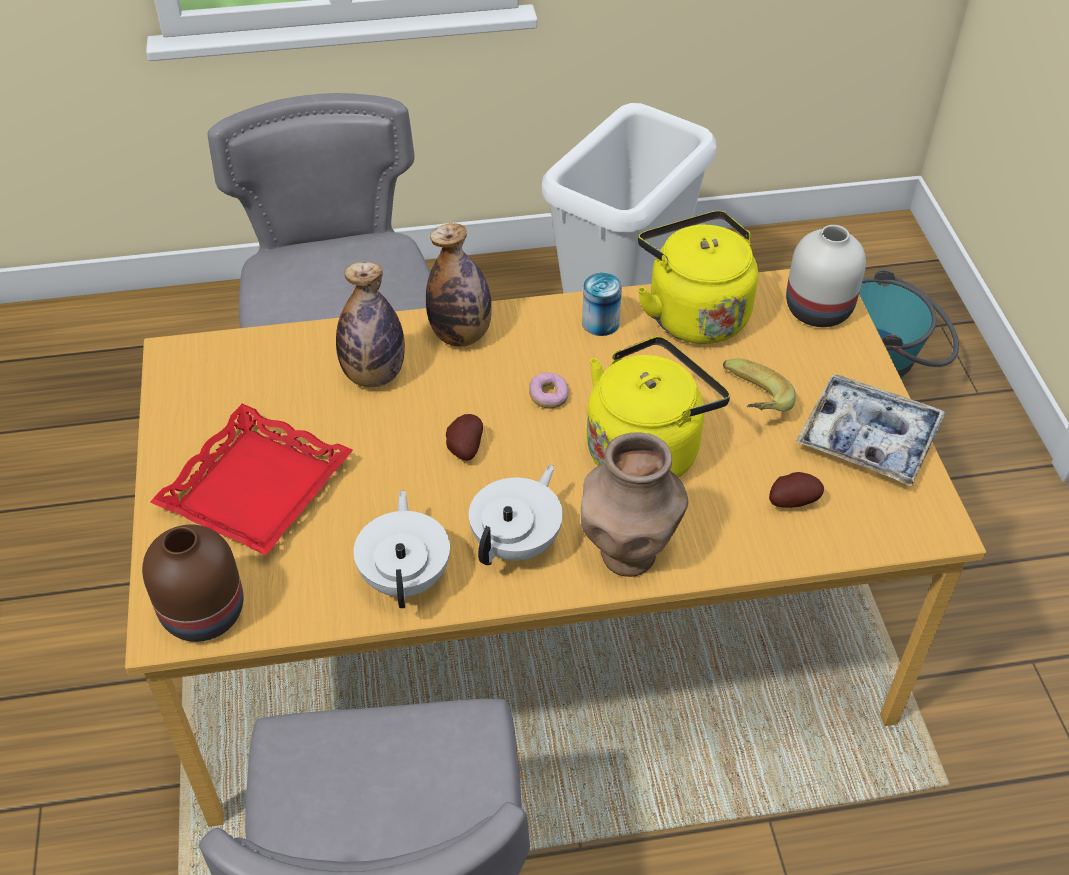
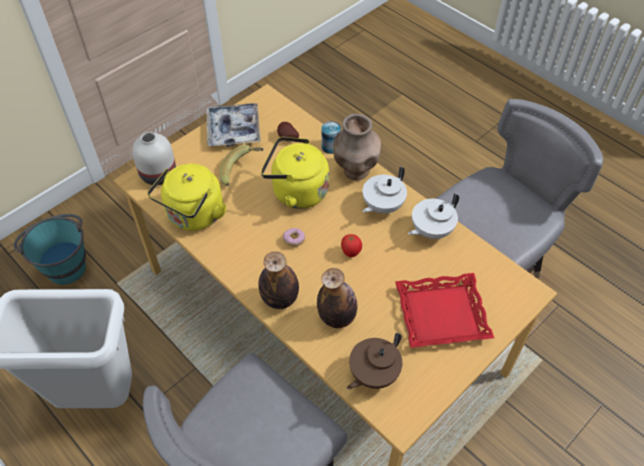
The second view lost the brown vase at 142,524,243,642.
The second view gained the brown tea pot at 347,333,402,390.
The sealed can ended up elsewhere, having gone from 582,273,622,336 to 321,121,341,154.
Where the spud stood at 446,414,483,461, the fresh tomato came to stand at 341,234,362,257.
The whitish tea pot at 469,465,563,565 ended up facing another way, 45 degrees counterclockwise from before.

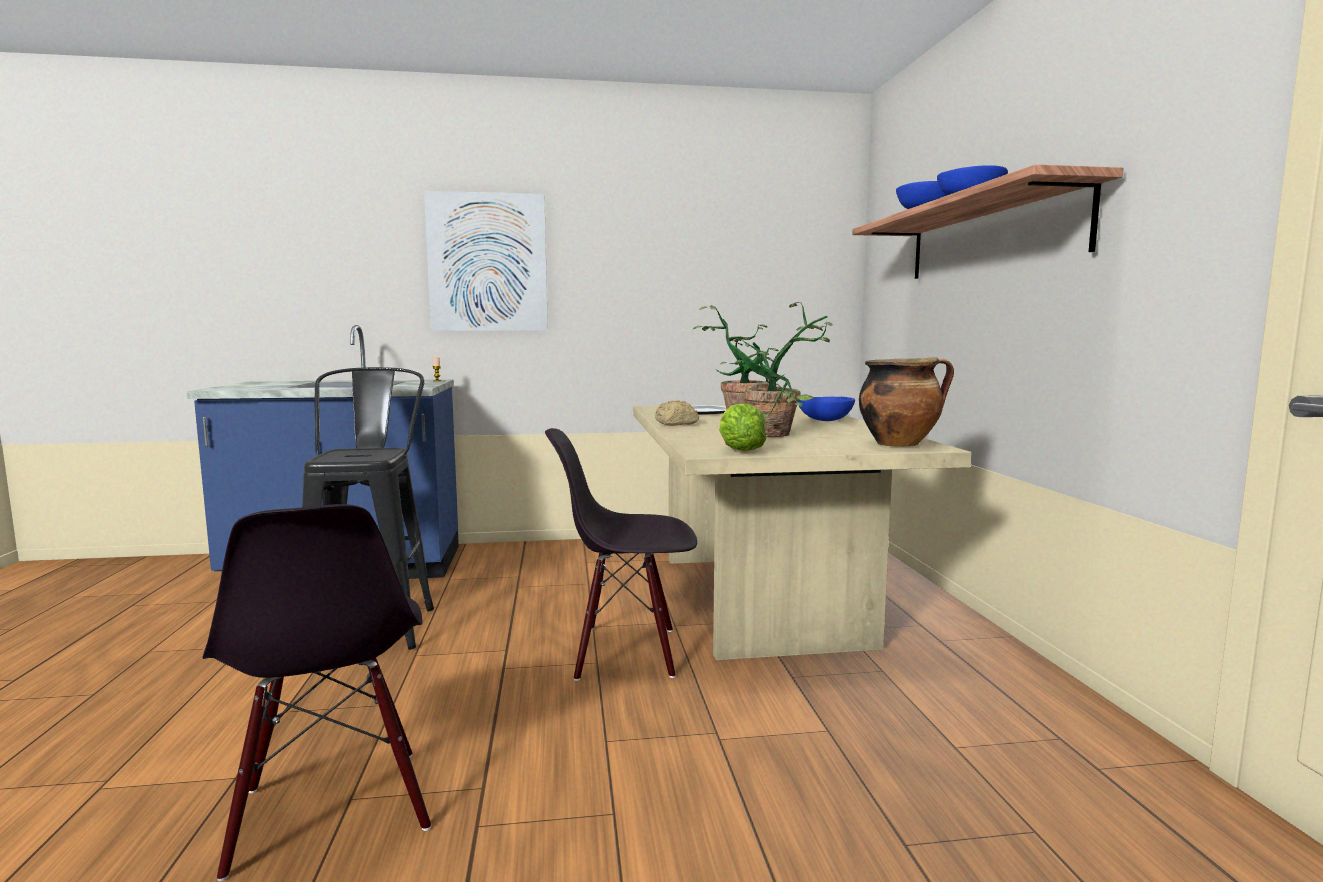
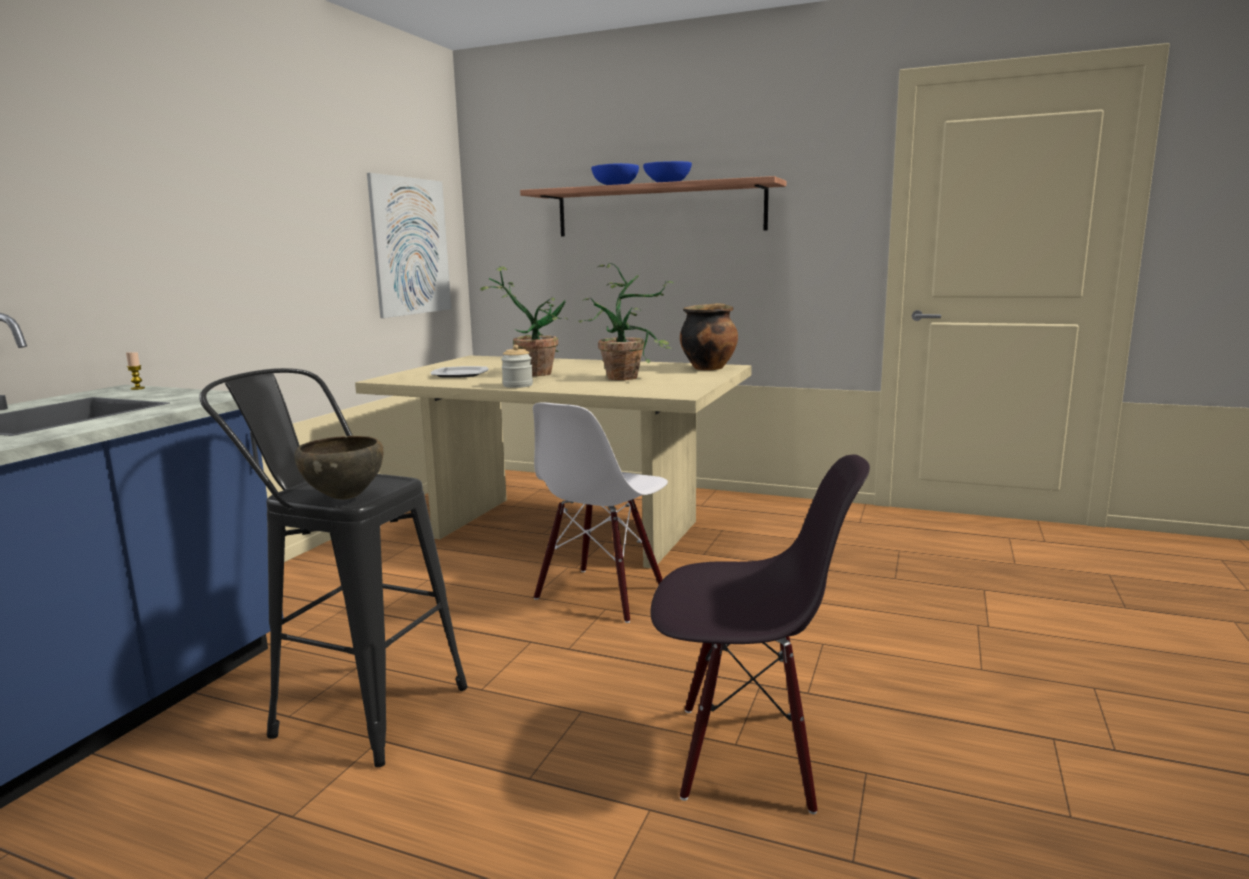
The second view lost the lettuce head at 719,403,767,451.
The second view lost the blue bowl at 798,397,855,421.
The second view gained the brown bowl at 294,436,383,499.
The wall art ended up elsewhere, having gone from 424,191,548,331 to 367,173,451,318.
Where the baked bread stood at 655,400,699,426, the preserve jar came to stand at 501,345,533,388.
What was the black chair at 545,428,697,681 turned into the whitish chair at 533,402,668,623.

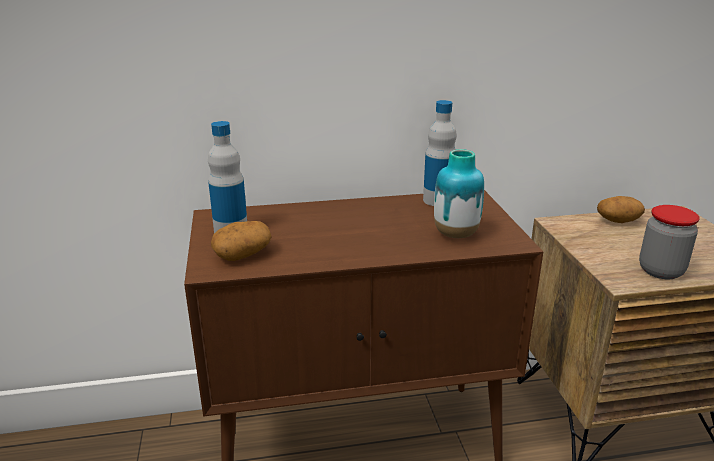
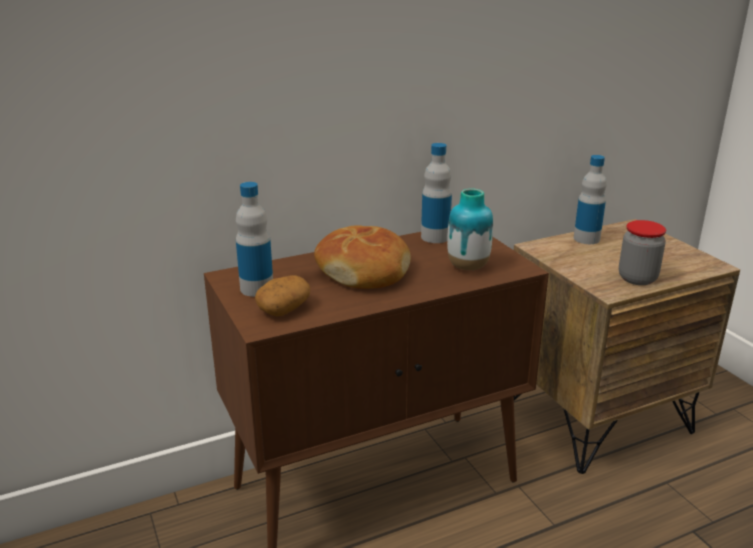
The second view gained the baked bread at 314,225,411,289.
Where the spud stood at 597,196,645,223, the drink bottle came to stand at 574,155,607,244.

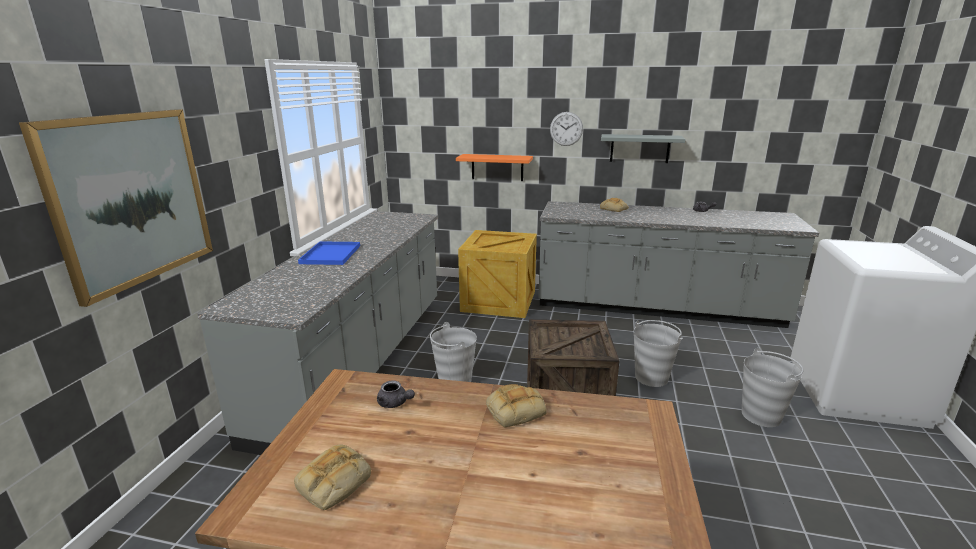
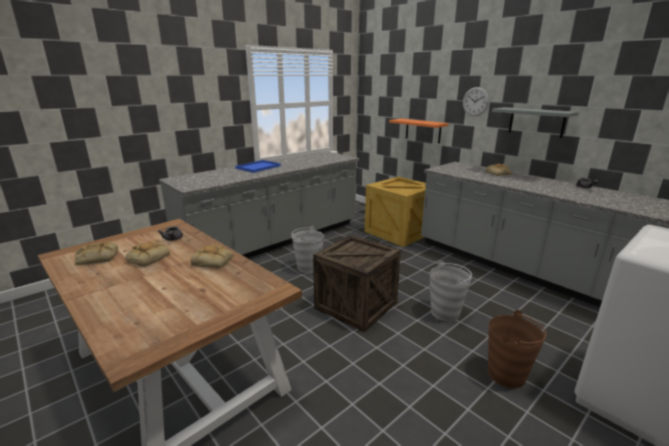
The second view lost the wall art at 19,109,213,307.
The second view gained the baked bread at 125,242,170,267.
What was the gray bucket at 742,348,803,427 turned into the brown bucket at 488,310,546,388.

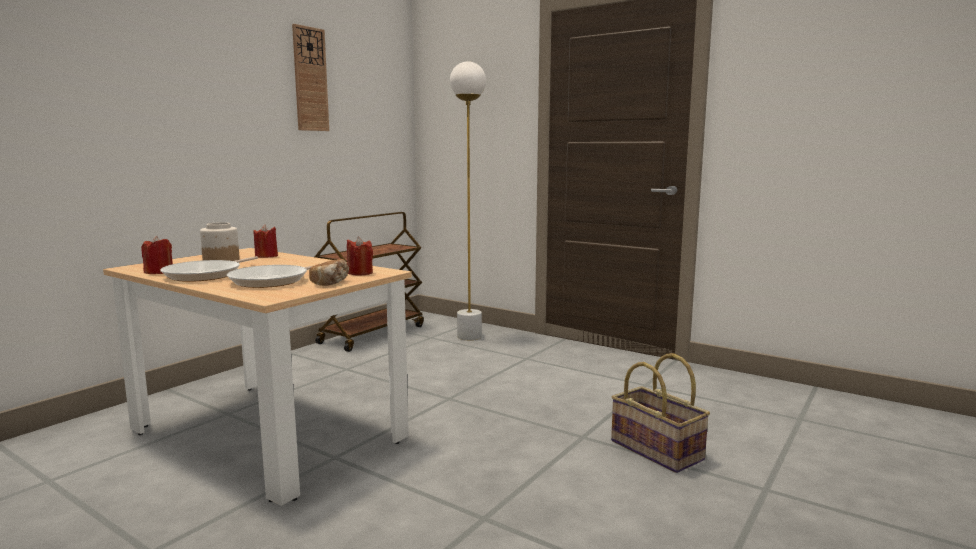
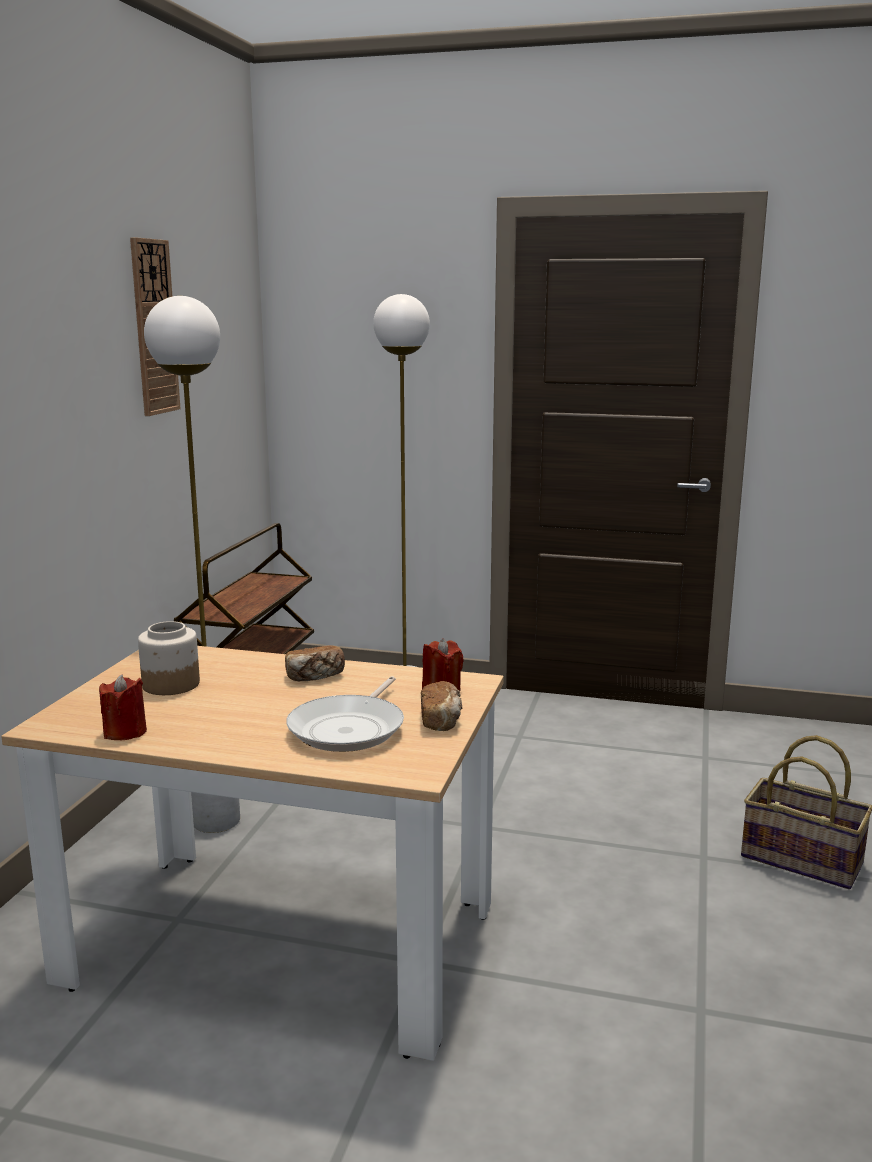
The second view lost the frying pan at 160,256,258,282.
The second view lost the reddish wax candle at 254,225,278,258.
The second view gained the whitish floor lamp at 144,296,240,833.
The second view gained the baked bread at 285,646,345,681.

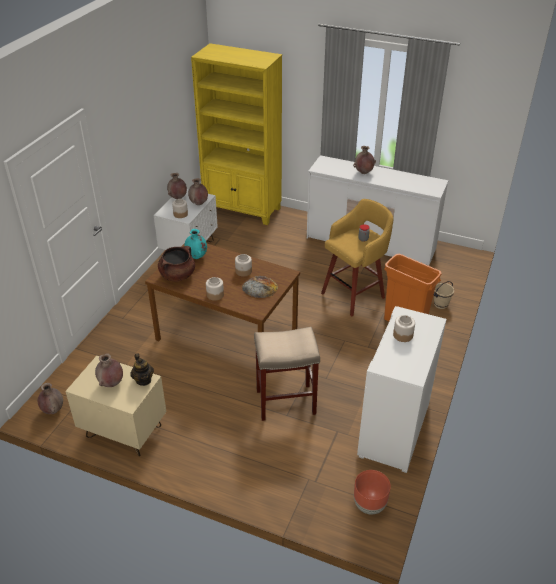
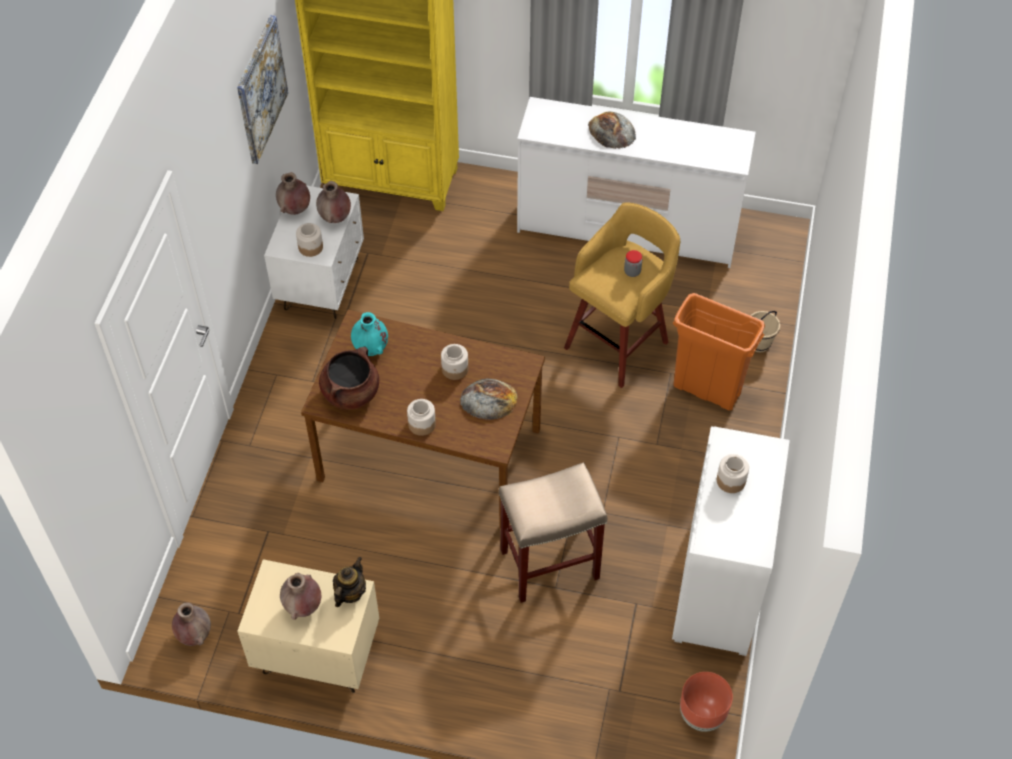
The second view gained the wall art at 237,15,288,164.
Where the brown vase stood at 353,146,376,174, the baked bread came to stand at 588,112,636,149.
The tea pot at 130,353,154,386 ended up facing another way, 120 degrees counterclockwise from before.

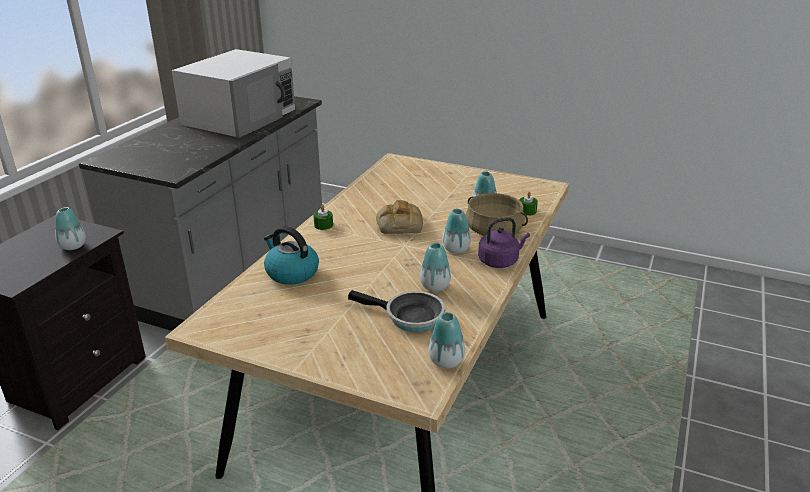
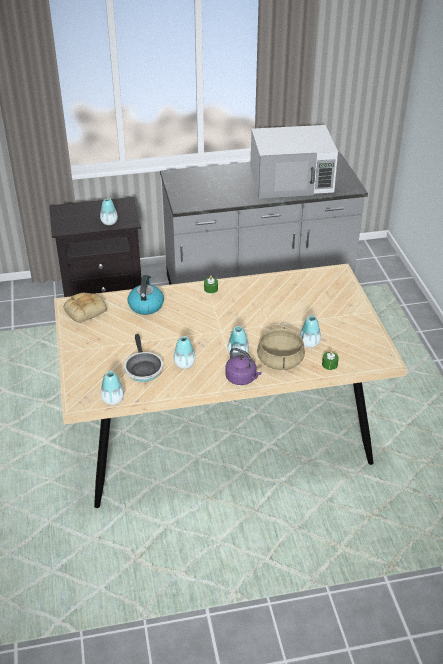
The baked bread ended up elsewhere, having gone from 376,200,423,234 to 64,292,107,323.

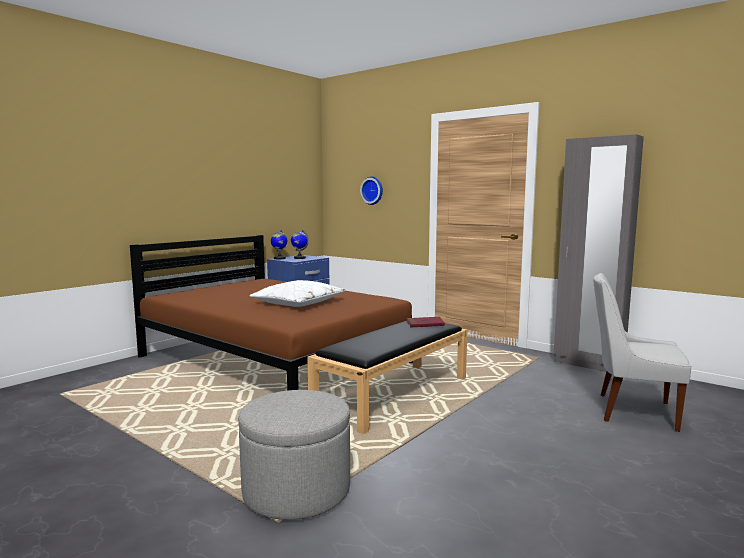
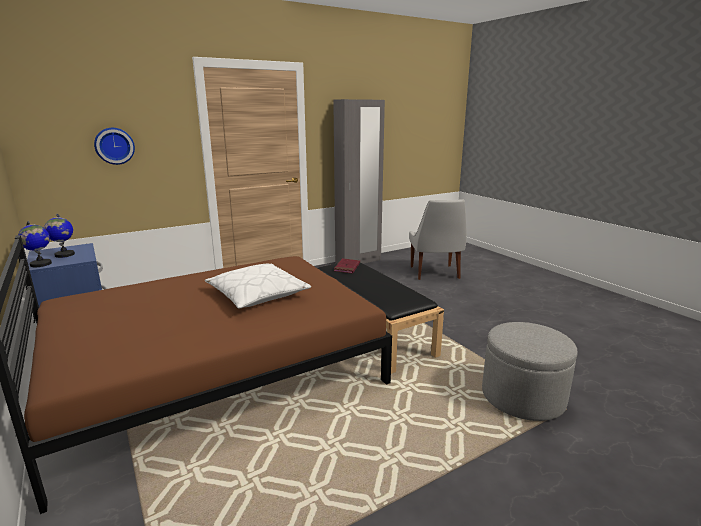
The whitish chair at 593,273,691,432 ended up facing another way, 45 degrees counterclockwise from before.

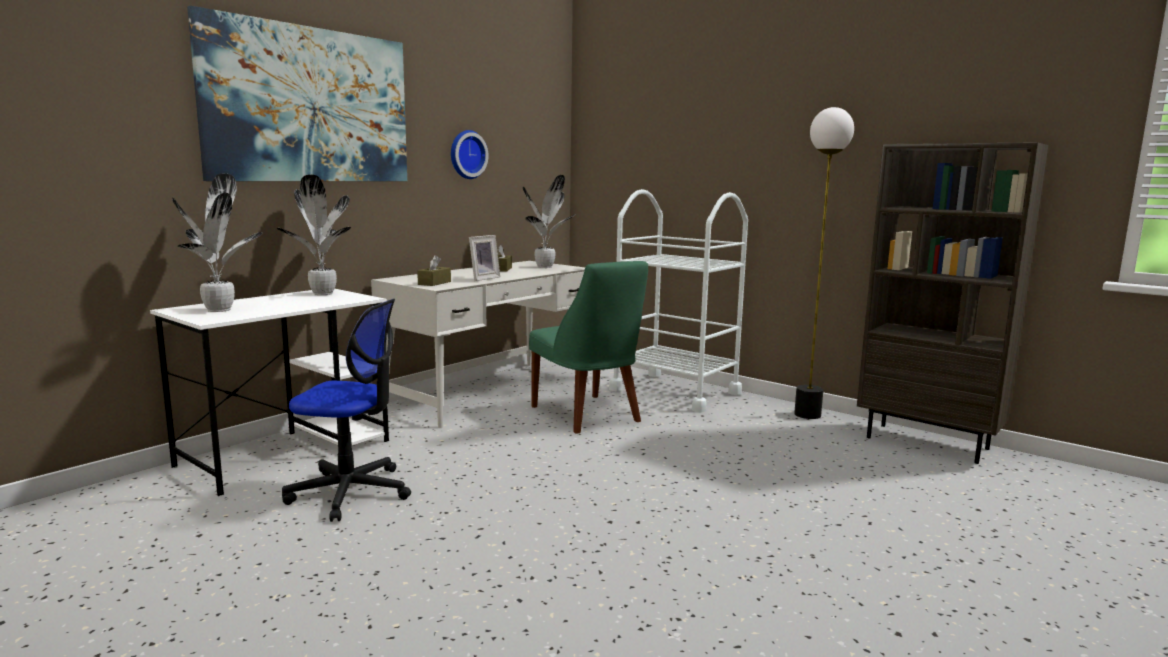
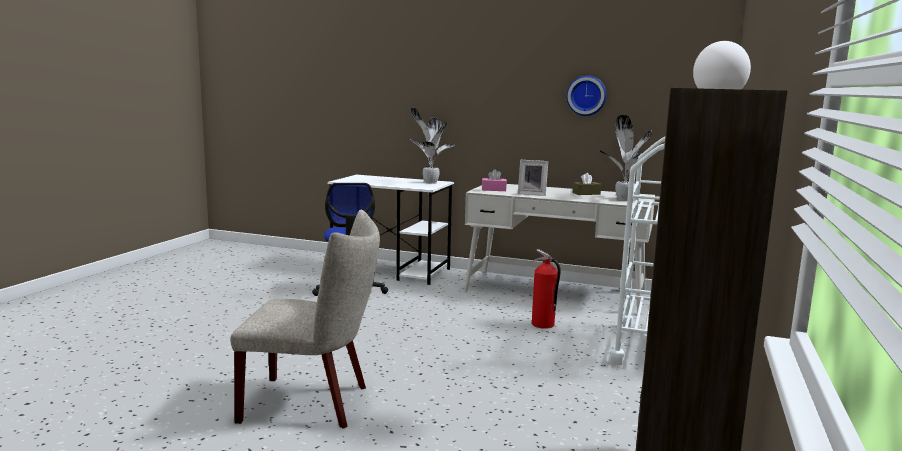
The second view lost the plant in a pot at 172,173,262,312.
The second view lost the wall art at 187,6,407,181.
The second view gained the beige-coloured chair at 230,210,380,429.
Where the green chair stood at 529,261,648,434, the fire extinguisher came to stand at 532,249,561,329.
What was the brown box of tissues at 417,255,451,286 turned into the pink-coloured box of tissues at 482,169,507,191.

